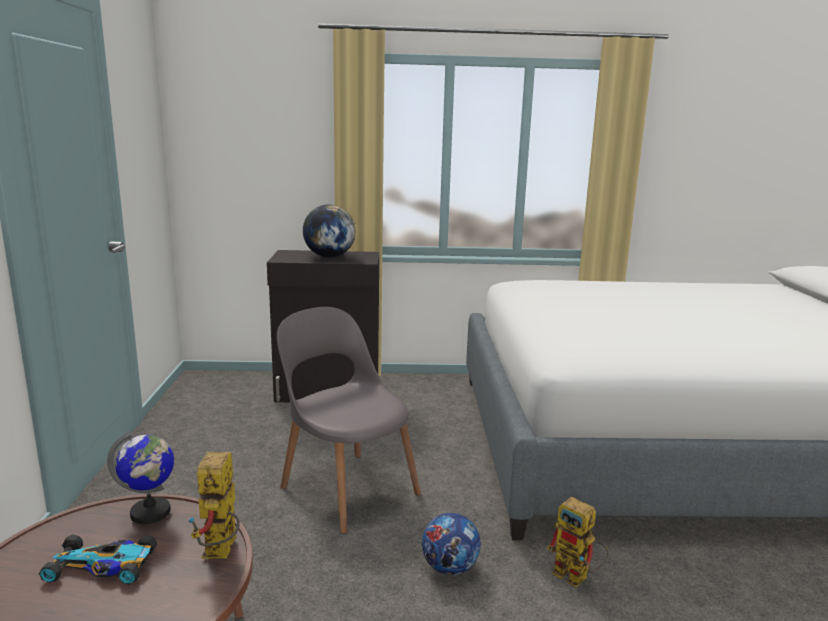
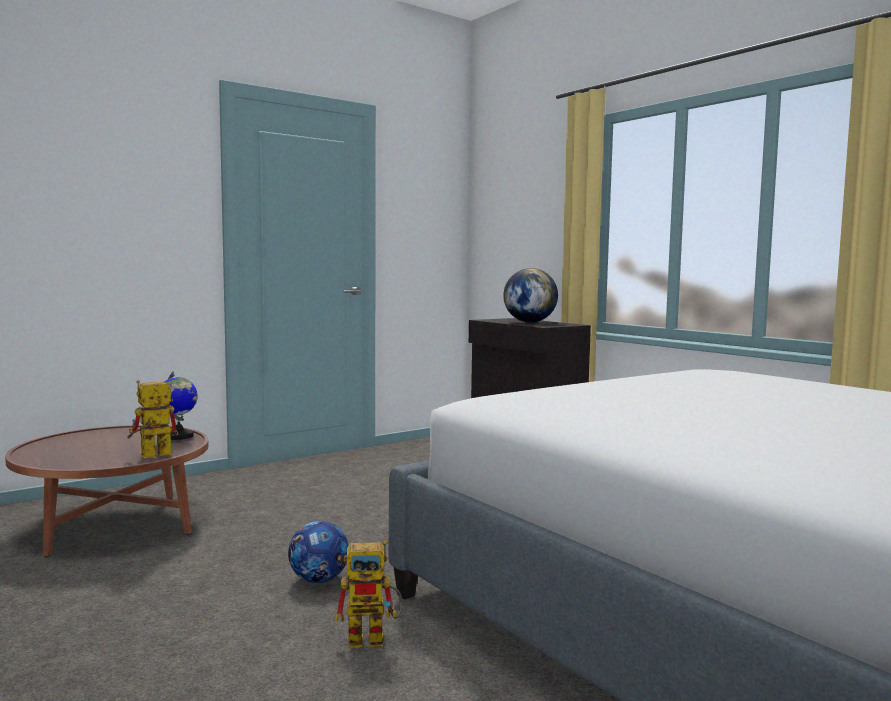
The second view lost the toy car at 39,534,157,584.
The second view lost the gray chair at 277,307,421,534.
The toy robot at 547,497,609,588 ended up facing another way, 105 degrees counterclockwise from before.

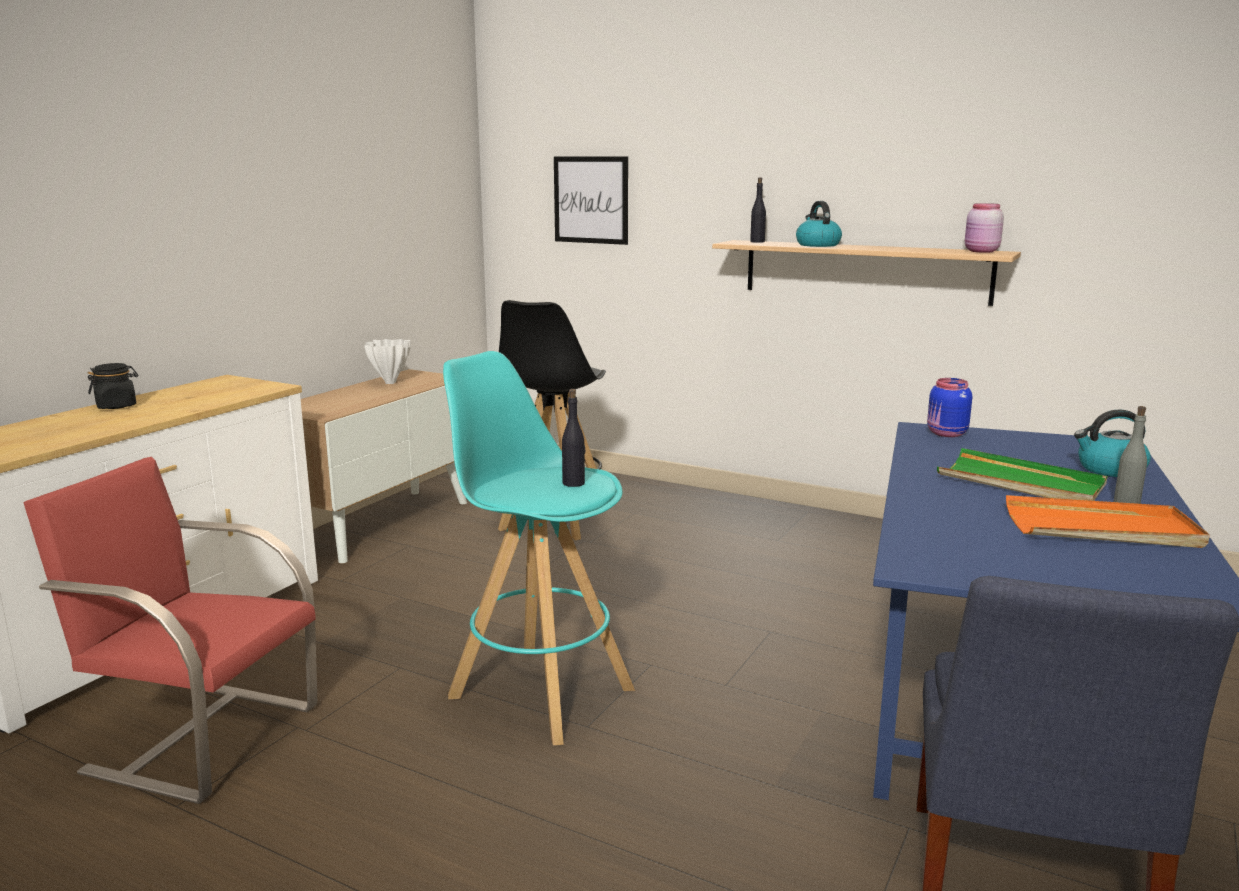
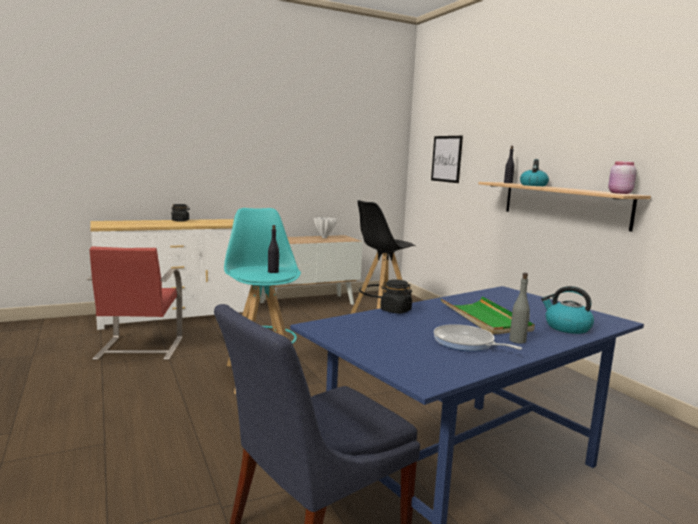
The second view lost the blue preserve jar at 927,378,972,437.
The second view gained the black preserve jar at 380,279,412,314.
Where the orange-coloured serving tray stood at 1006,495,1210,548, the frying pan came to stand at 434,324,522,351.
The reddish chair at 23,457,317,804 ended up facing another way, 150 degrees counterclockwise from before.

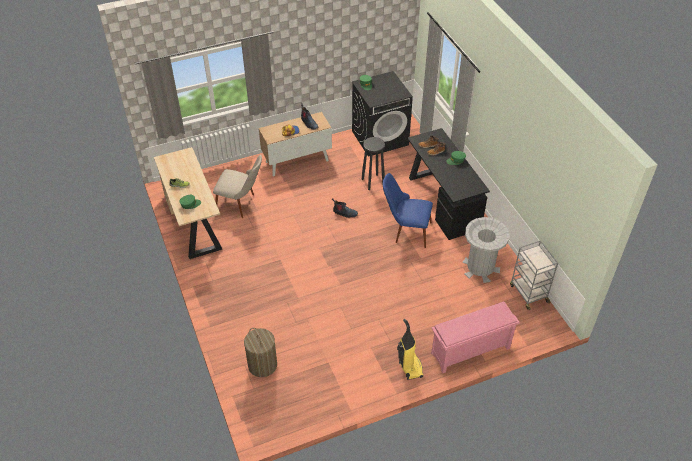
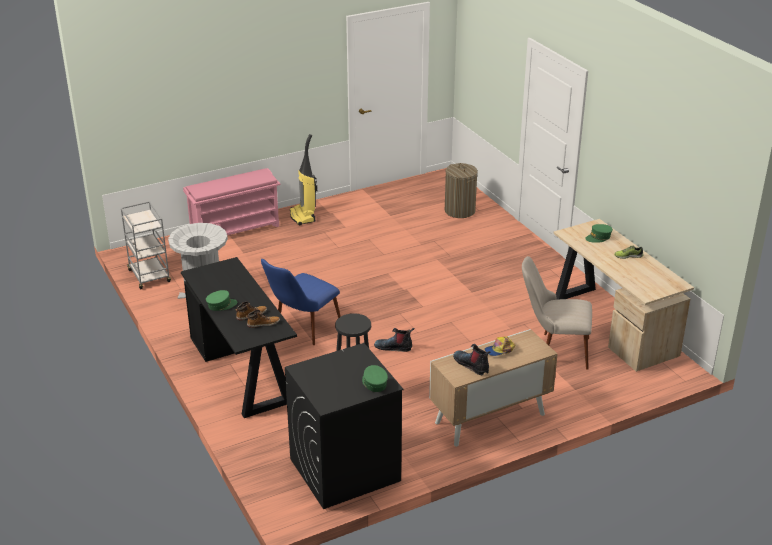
The blue chair at 383,173,433,248 ended up facing another way, 120 degrees clockwise from before.

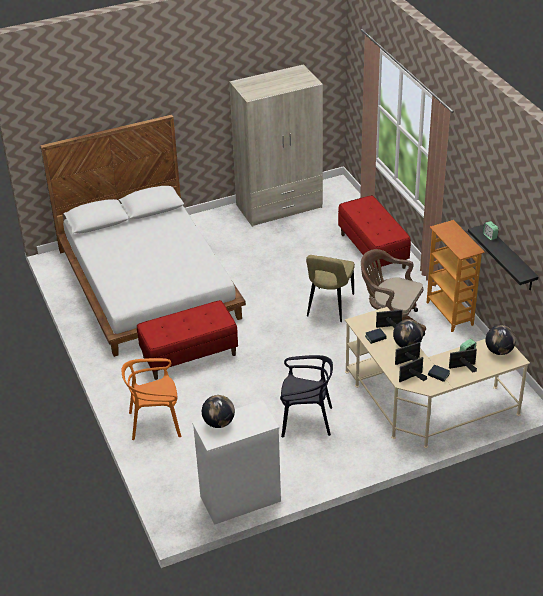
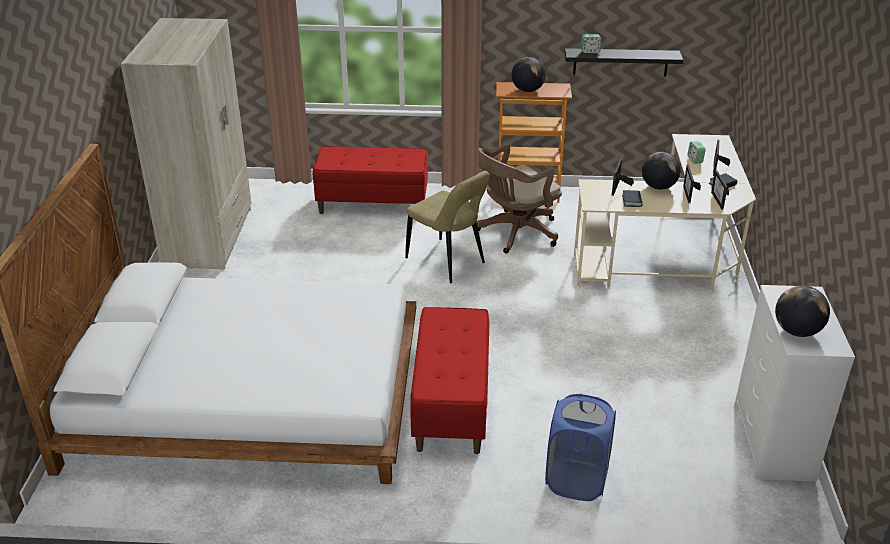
The second view lost the black chair at 280,355,333,437.
The globe ended up elsewhere, having gone from 486,325,516,355 to 512,57,546,92.
Where the orange-coloured chair stood at 122,358,181,440, the blue laundry basket came to stand at 545,394,616,501.

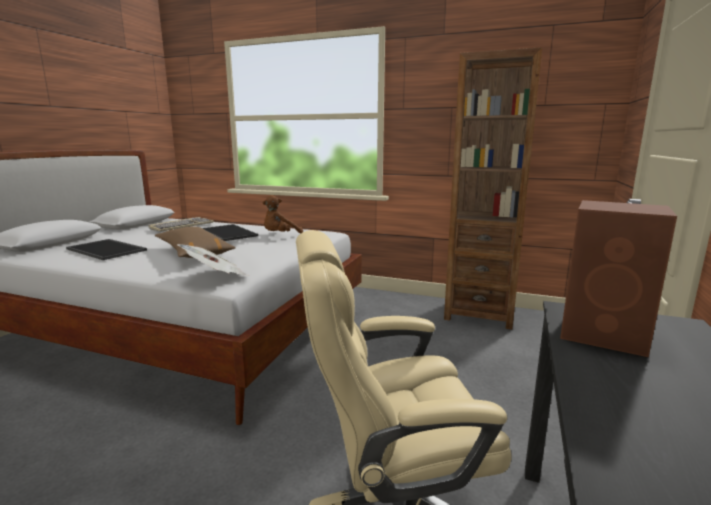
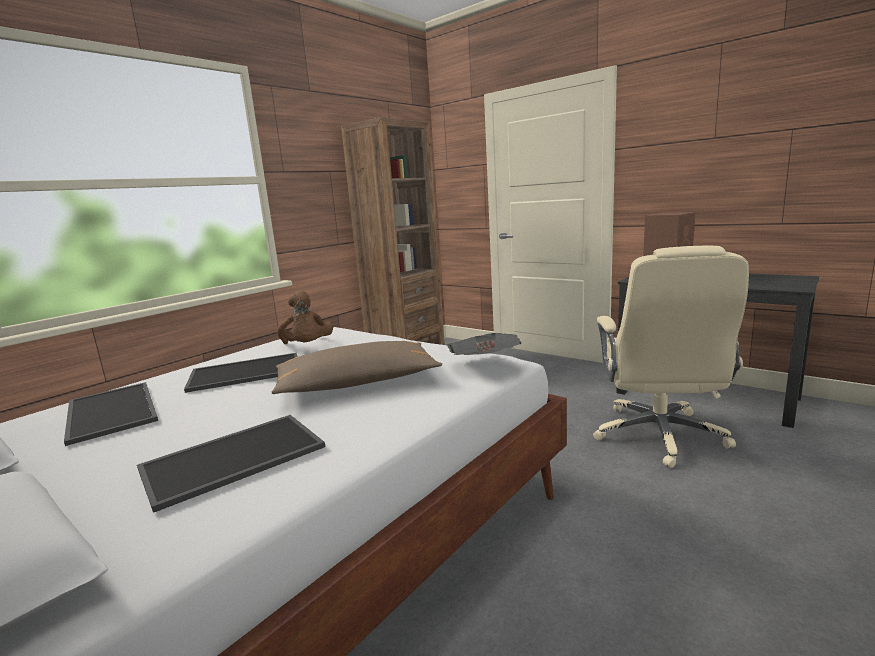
Where the computer keyboard stood at 148,217,214,231, the serving tray came to stand at 64,382,158,446.

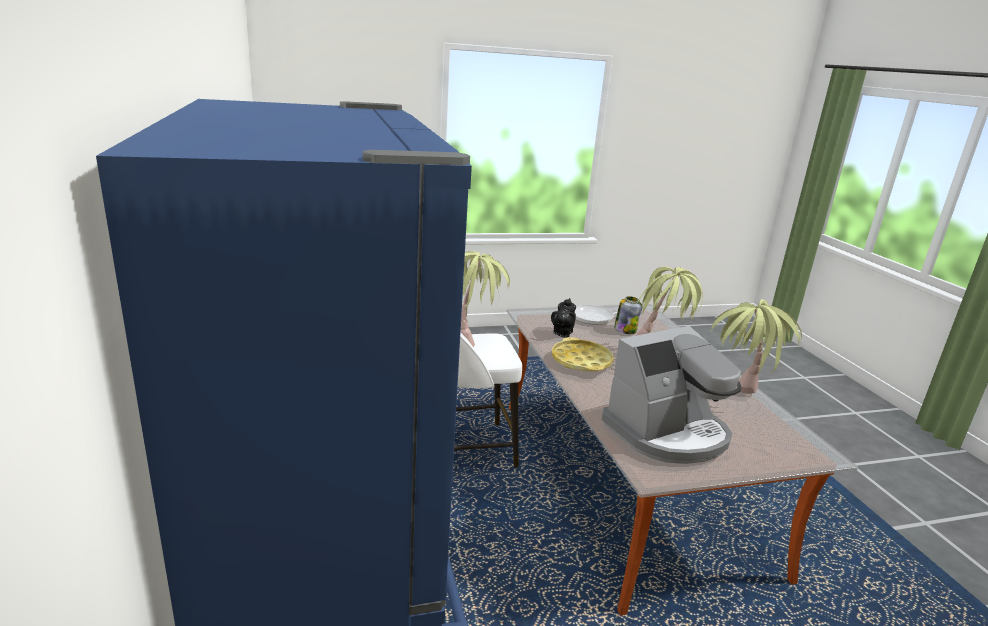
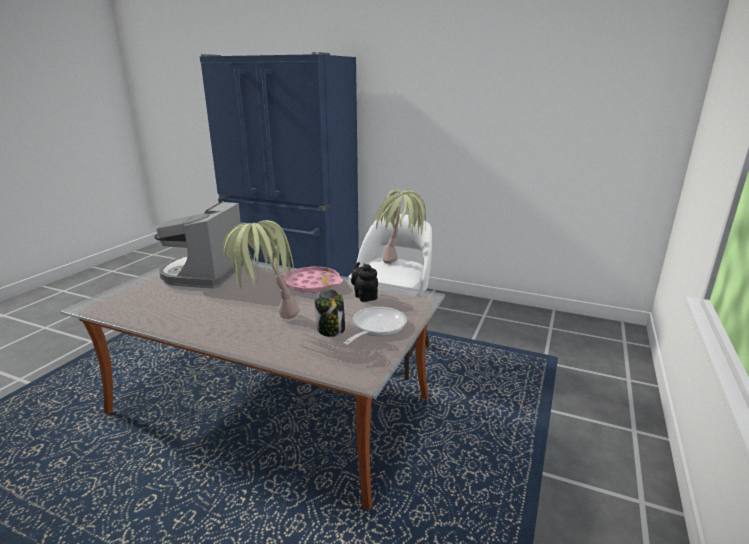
The second view lost the plant in a pot at 711,299,802,394.
What was the yellow-coloured serving tray at 552,337,614,371 turned into the pink-coloured serving tray at 282,267,343,294.

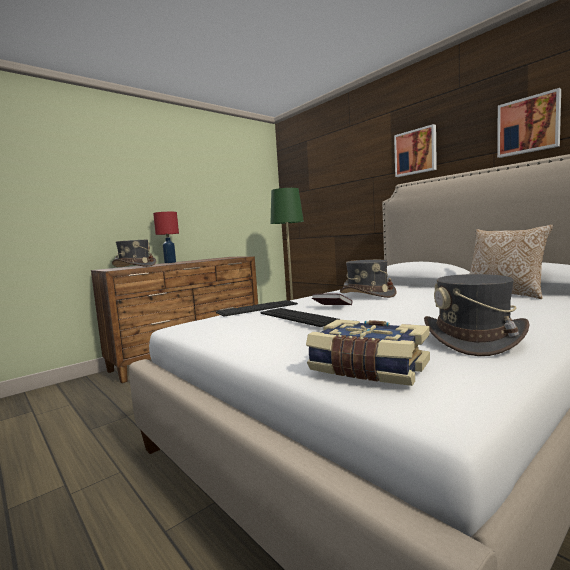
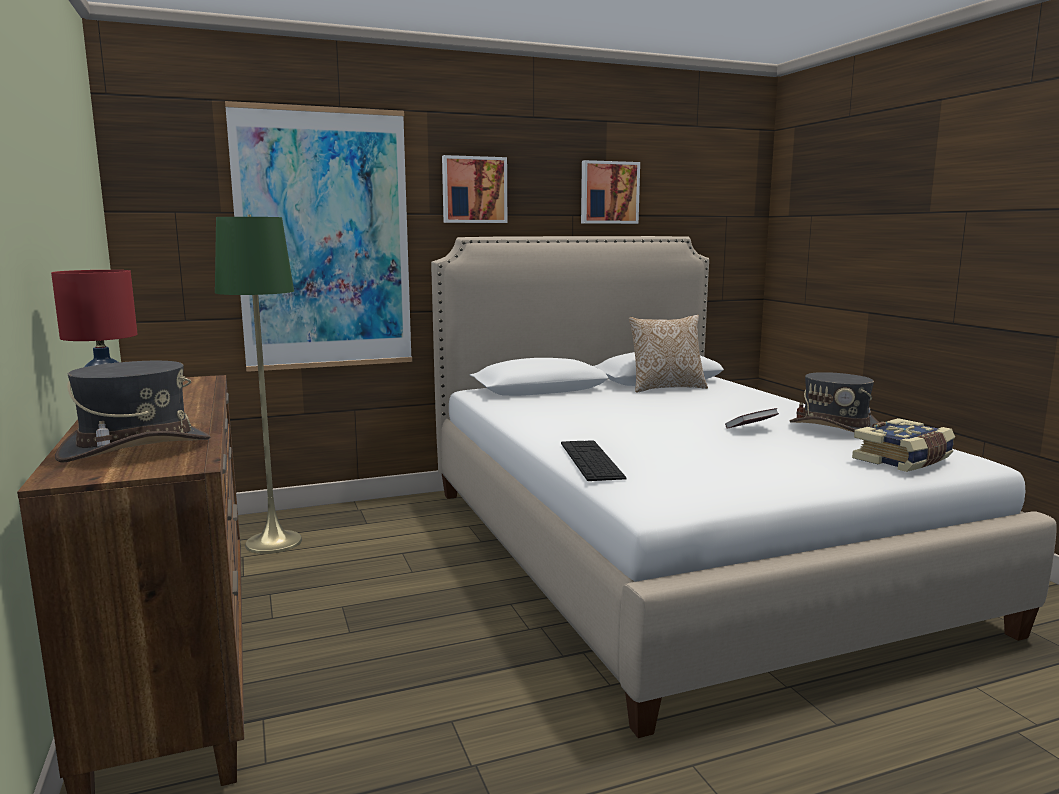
The second view lost the computer keyboard at 260,308,340,327.
The second view lost the gray clothing hat at 340,260,397,298.
The second view gained the wall art at 225,101,412,372.
The book ended up elsewhere, having gone from 312,293,352,305 to 725,408,779,429.

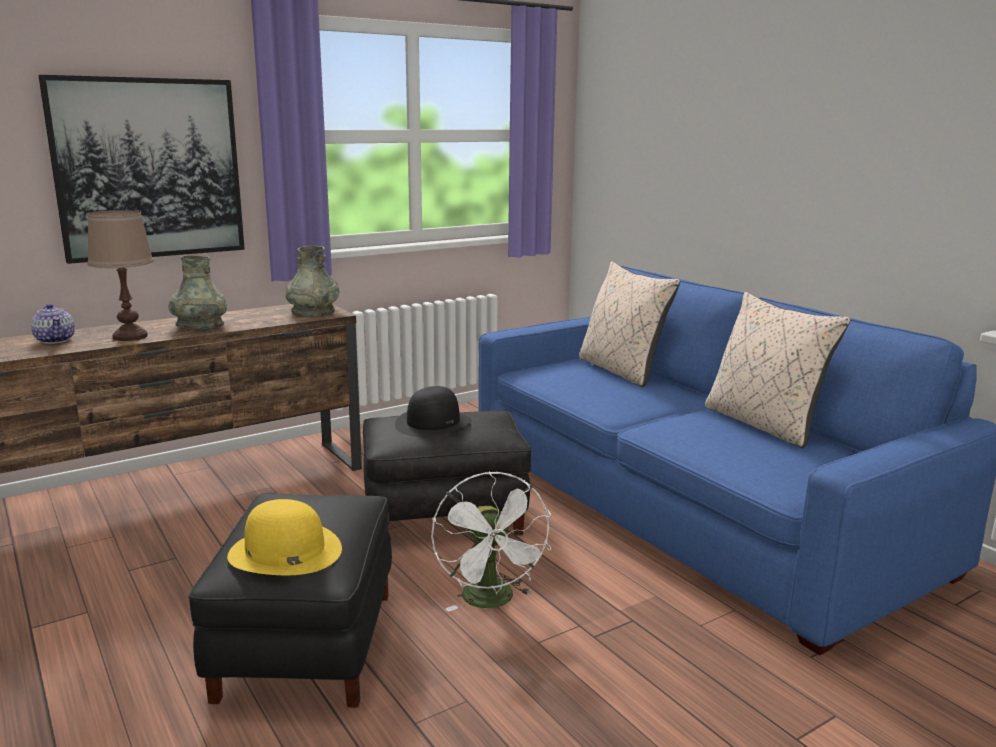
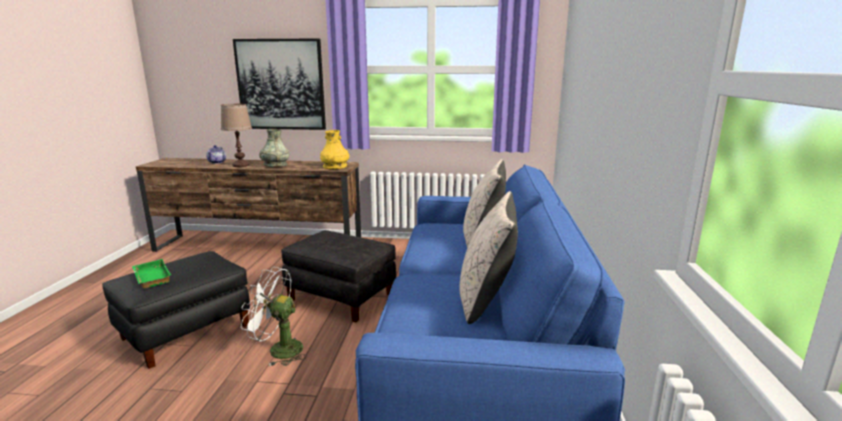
The second view lost the black clothing hat at 395,386,472,437.
Where the yellow-coloured clothing hat stood at 227,499,342,575, the green serving tray came to stand at 132,259,171,288.
What was the gray vase at 286,246,339,317 turned into the yellow-coloured vase at 320,130,349,169.
The whitish cooling fan at 431,471,551,612 ended up facing another way, 75 degrees clockwise from before.

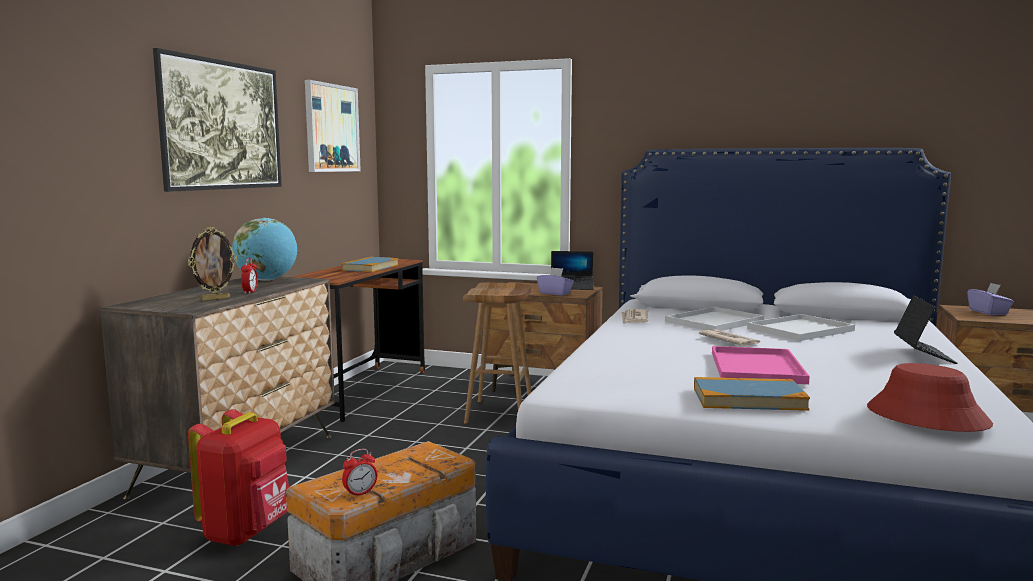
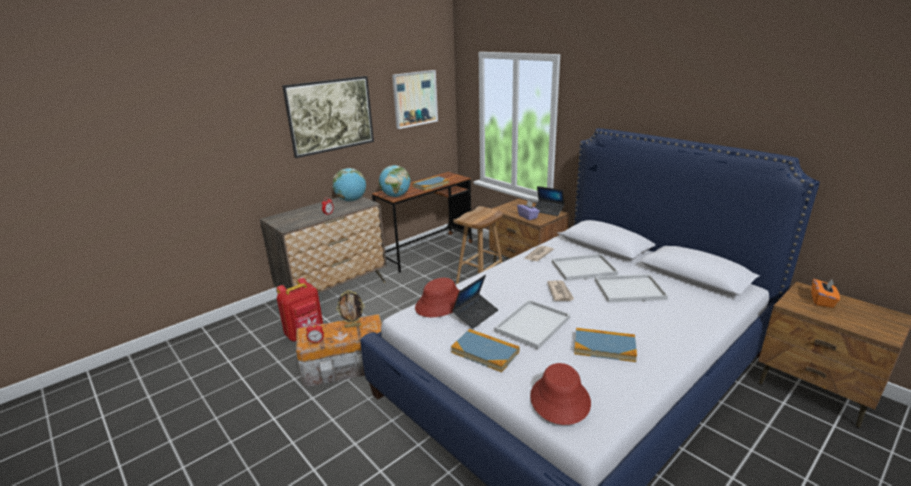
The second view gained the globe at 379,165,411,197.
The second view gained the reddish clothing hat at 415,278,460,317.
The second view gained the book at 574,328,637,362.
The photo frame ended up elsewhere, having gone from 188,227,238,301 to 336,290,365,328.
The portable computer ended up elsewhere, having gone from 894,295,958,364 to 452,275,498,329.
What was the pink-coloured serving tray at 712,346,810,384 turned into the whitish serving tray at 494,300,570,349.
What was the purple box of tissues at 967,283,1014,315 turned into the orange-coloured box of tissues at 811,279,840,308.

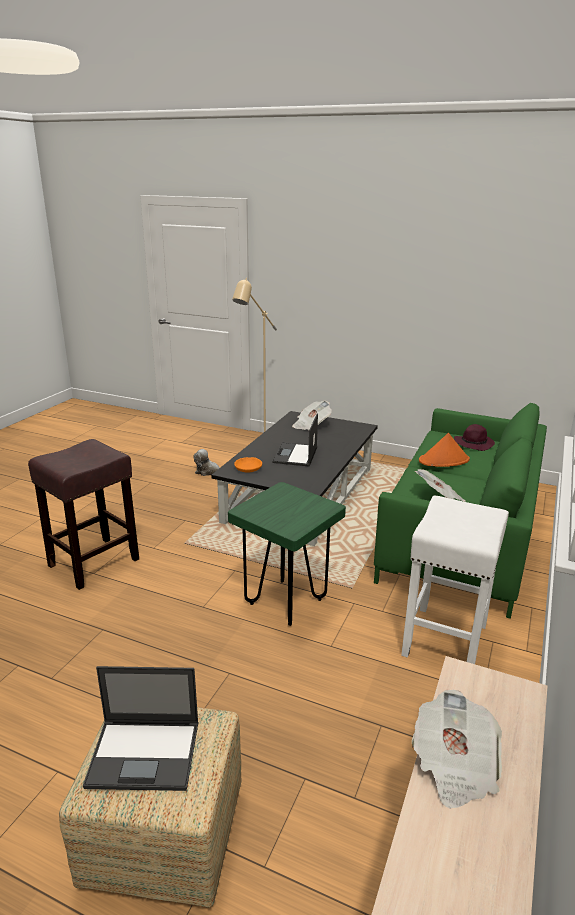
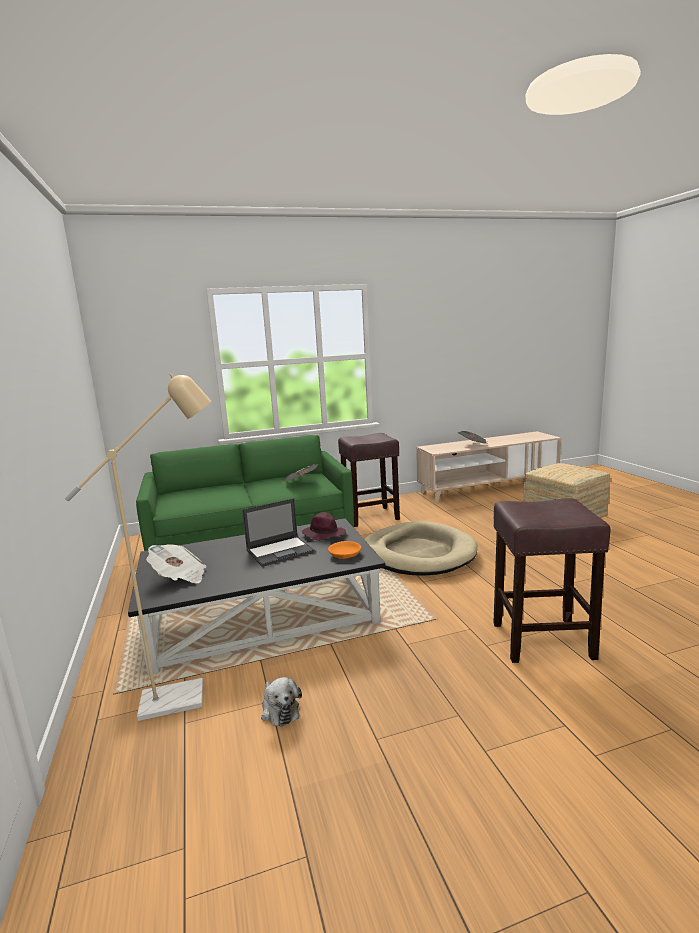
The second view lost the portable computer at 83,666,199,791.
The second view lost the orange-coloured clothing hat at 419,433,470,467.
The purple clothing hat ended up elsewhere, having gone from 454,424,495,451 to 302,512,346,541.
Where the green stool seat stood at 228,482,346,626, the beige-coloured dog bed came to stand at 364,521,478,576.
What was the whitish stool seat at 401,496,509,664 turned into the brown stool seat at 338,433,400,527.

